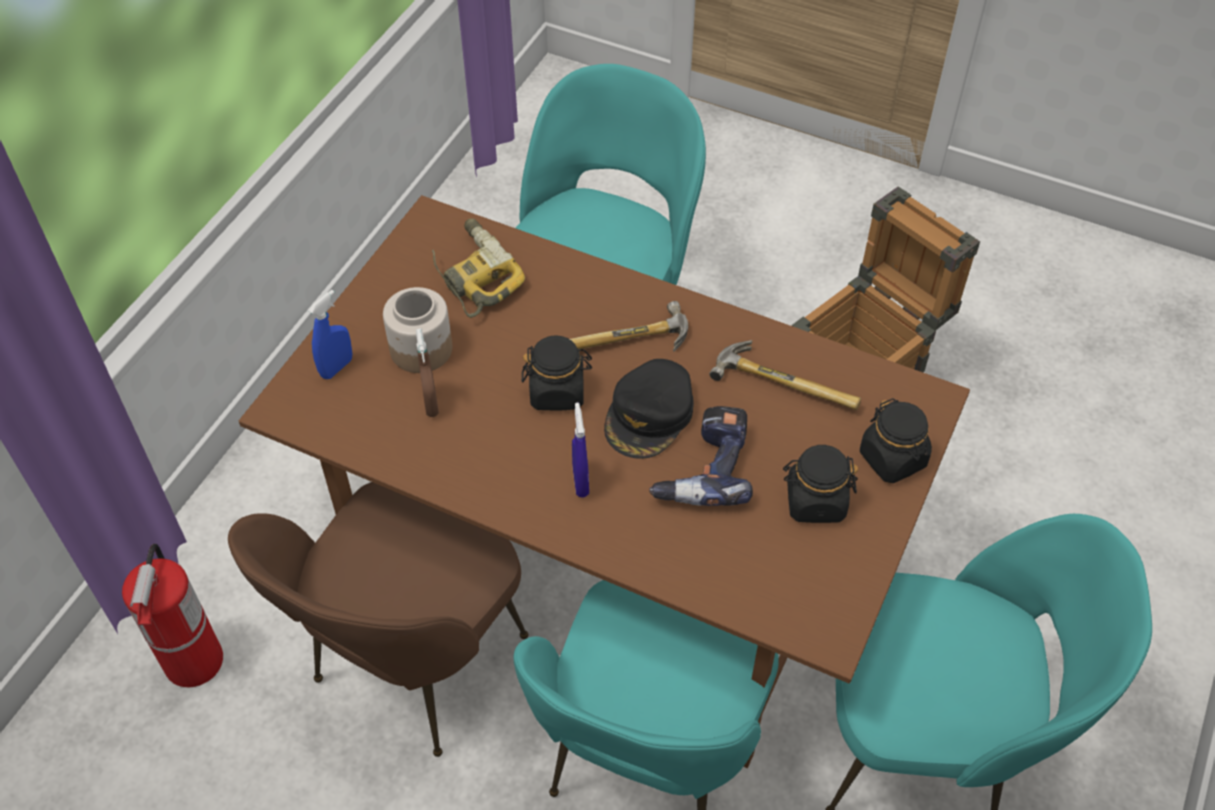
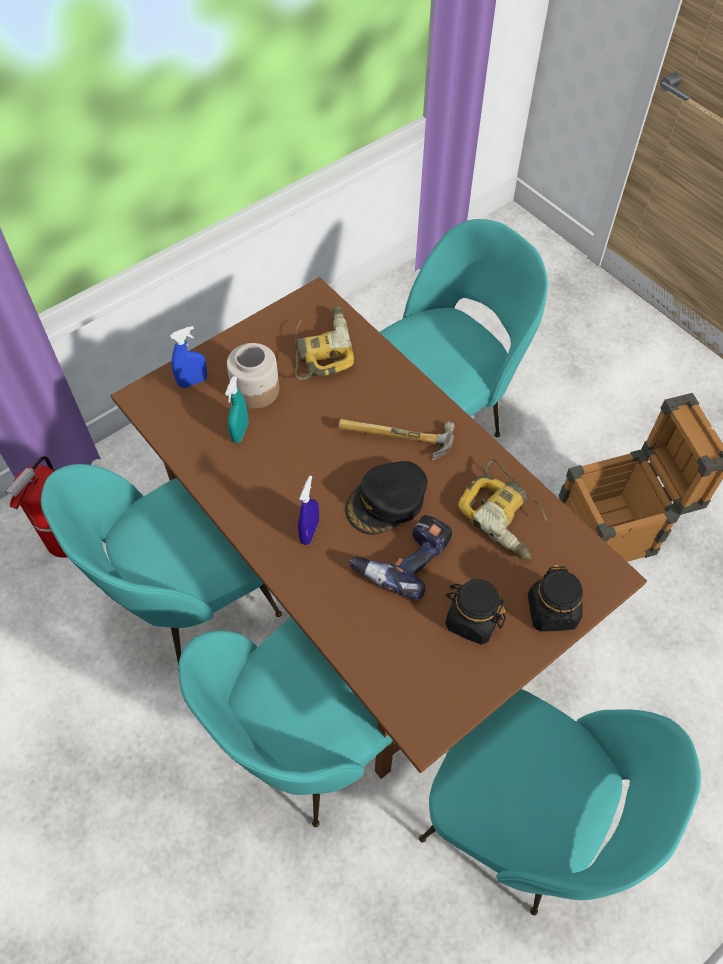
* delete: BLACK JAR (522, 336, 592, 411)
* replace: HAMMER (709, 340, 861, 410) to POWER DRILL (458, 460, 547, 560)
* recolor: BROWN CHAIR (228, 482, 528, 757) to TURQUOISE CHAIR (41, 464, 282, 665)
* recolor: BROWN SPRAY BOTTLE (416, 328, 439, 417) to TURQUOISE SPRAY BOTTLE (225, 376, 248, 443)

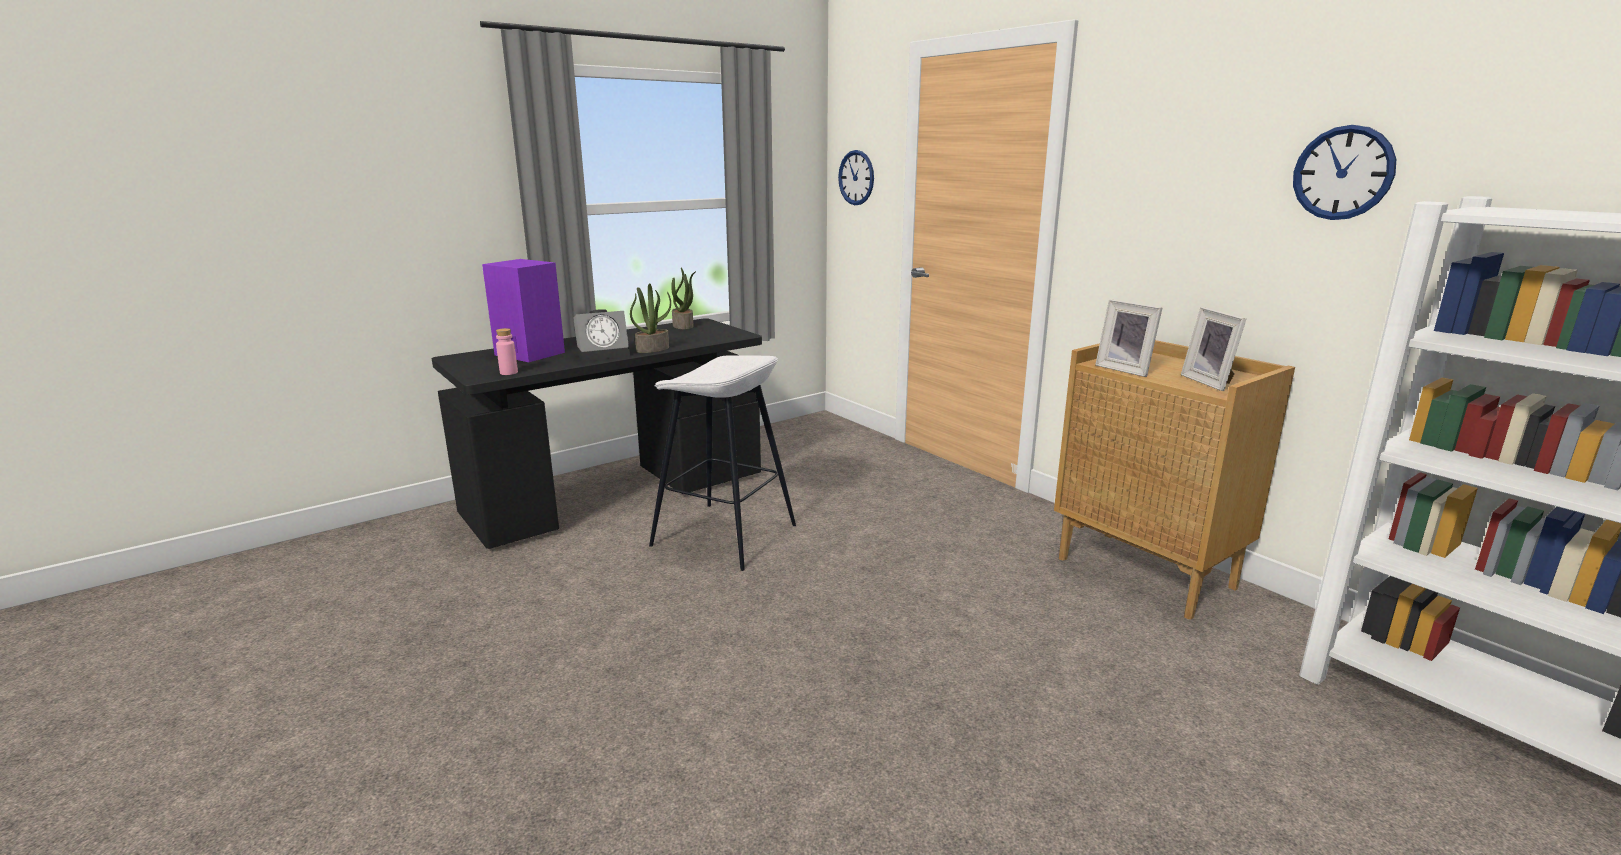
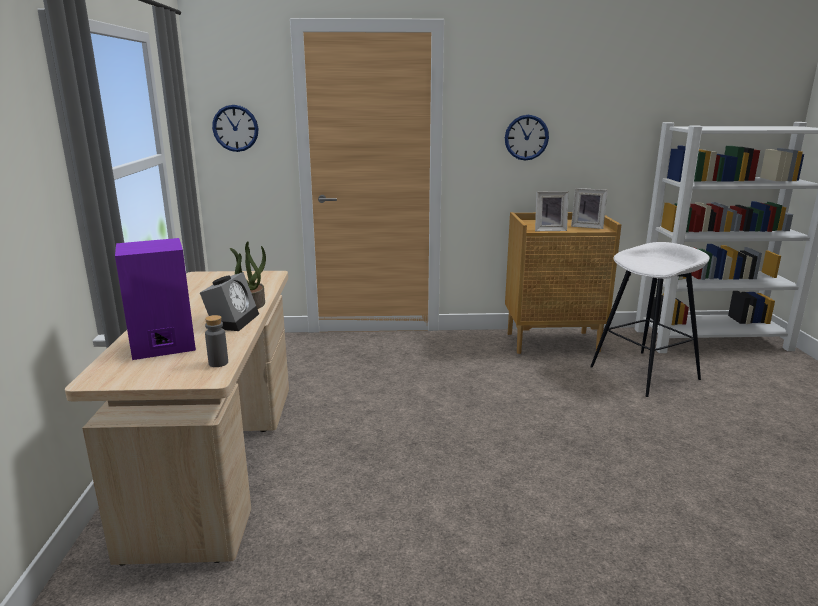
* delete: POTTED PLANT (671, 268, 696, 330)
* move: WHITE STOOL (649, 355, 796, 571) to (590, 242, 710, 397)
* move: WALL CLOCK (1293, 125, 1396, 220) to (505, 115, 549, 161)
* recolor: BLACK DESK (432, 318, 762, 549) to BEIGE DESK (65, 271, 289, 566)
* recolor: PINK BOTTLE (496, 328, 518, 375) to GREY BOTTLE (205, 315, 228, 367)

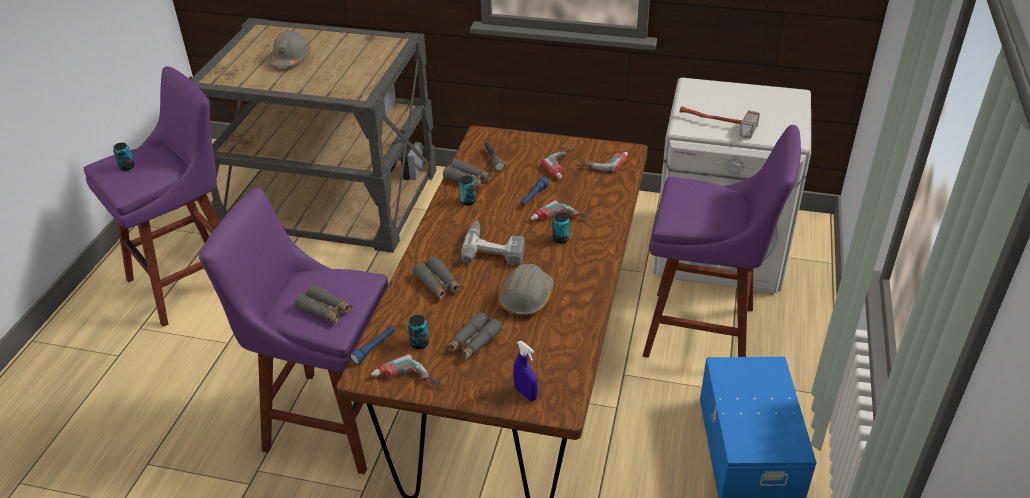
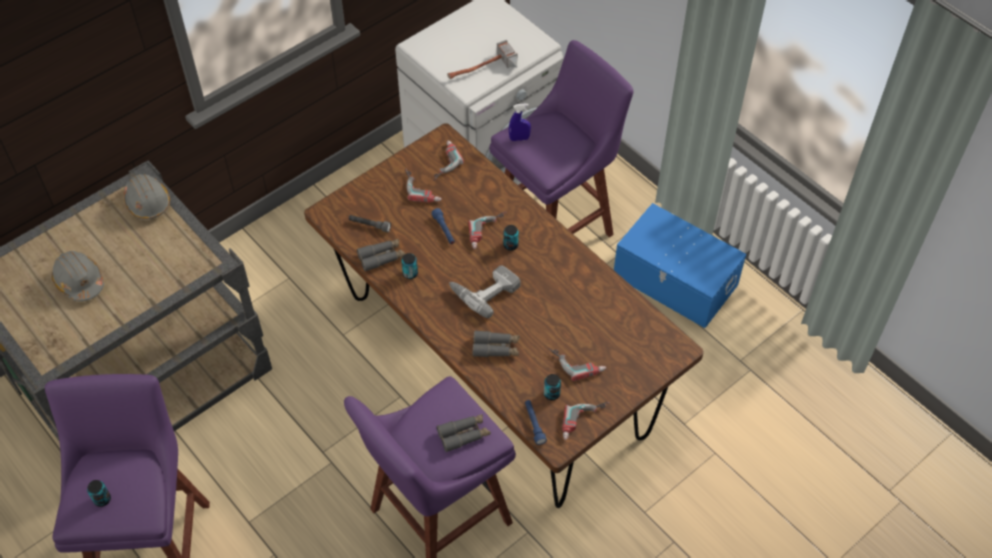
* move: GREY HARD HAT (498, 264, 554, 316) to (124, 174, 170, 220)
* move: BLUE SPRAY BOTTLE (514, 341, 538, 401) to (509, 103, 531, 141)
* replace: GREY BINOCULARS (446, 312, 503, 360) to POWER DRILL (549, 348, 606, 381)

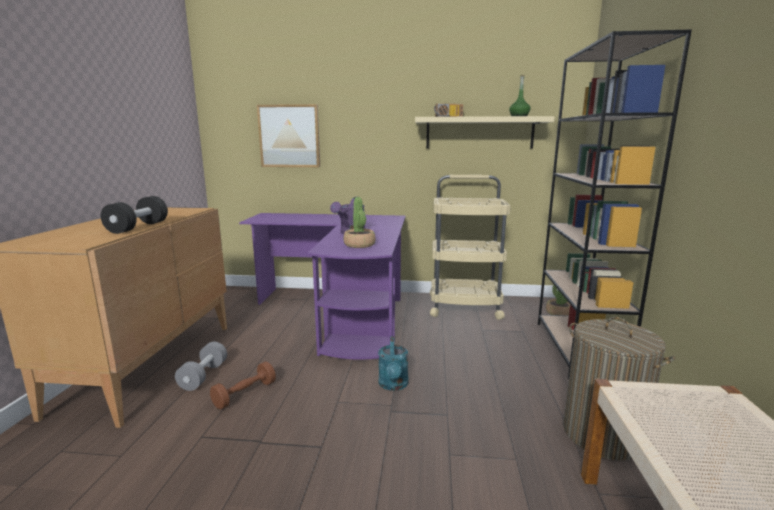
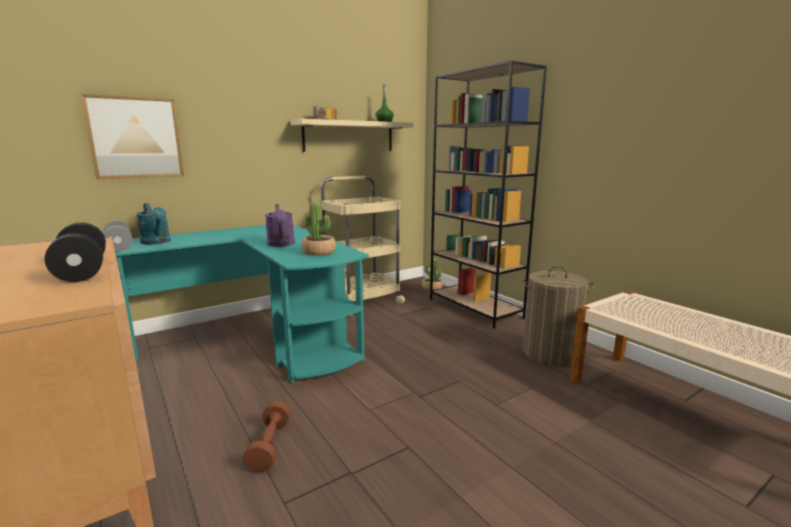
* move: GREY DUMBBELL (175, 342, 227, 391) to (103, 220, 132, 252)
* move: TURQUOISE WATERING CAN (378, 336, 408, 391) to (136, 203, 171, 244)
* recolor: PURPLE DESK (239, 213, 406, 360) to TURQUOISE DESK (115, 225, 369, 383)

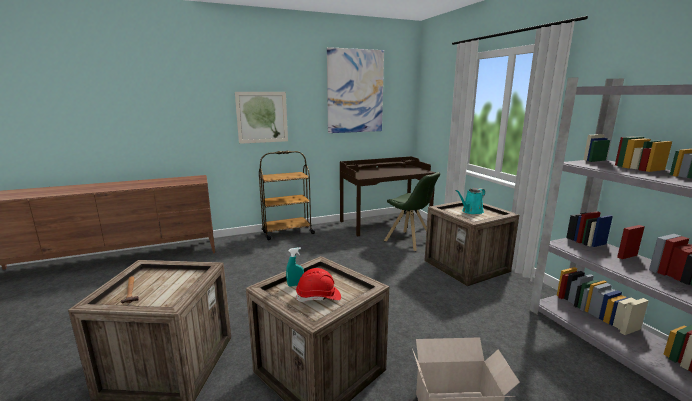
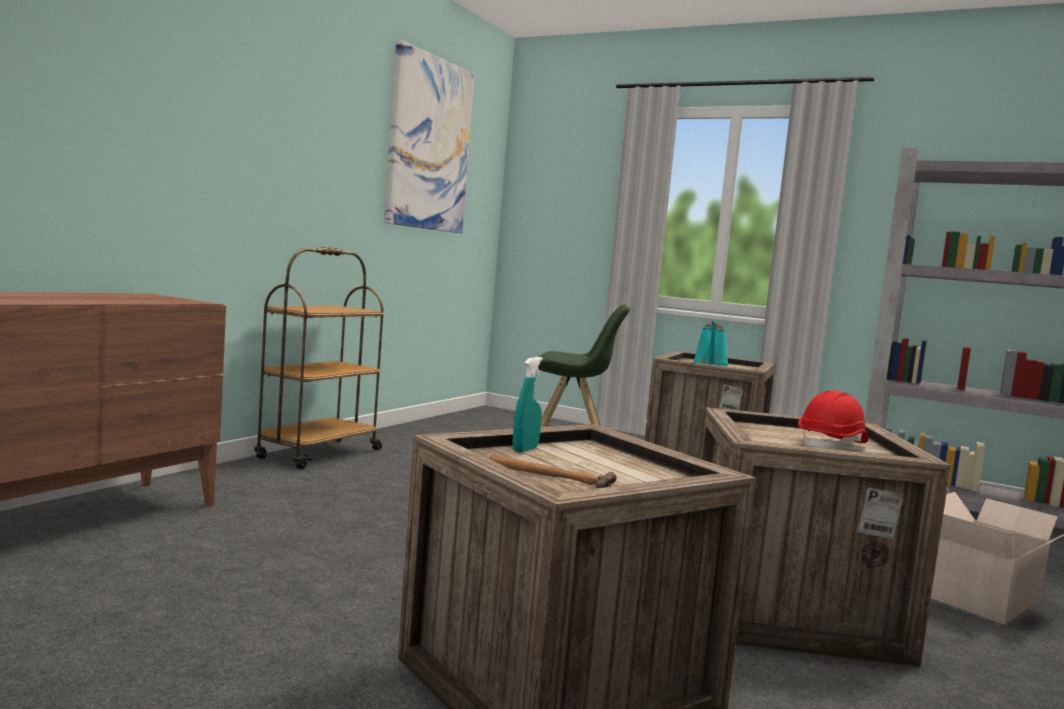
* delete: PICTURE (235, 92, 288, 144)
* delete: BROWN DESK (340, 156, 436, 237)
* move: TURQUOISE SPRAY BOTTLE (286, 247, 304, 287) to (513, 357, 543, 452)

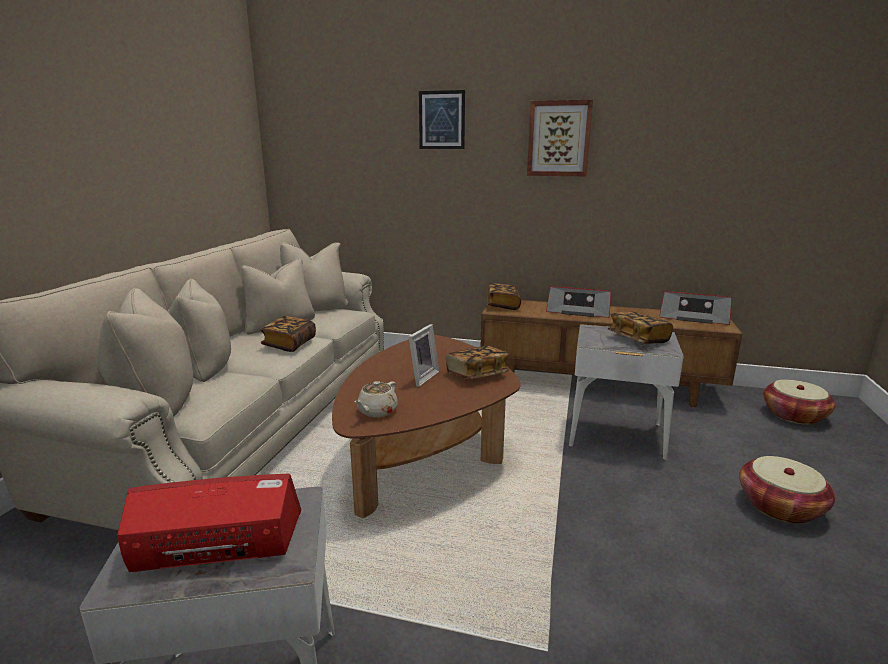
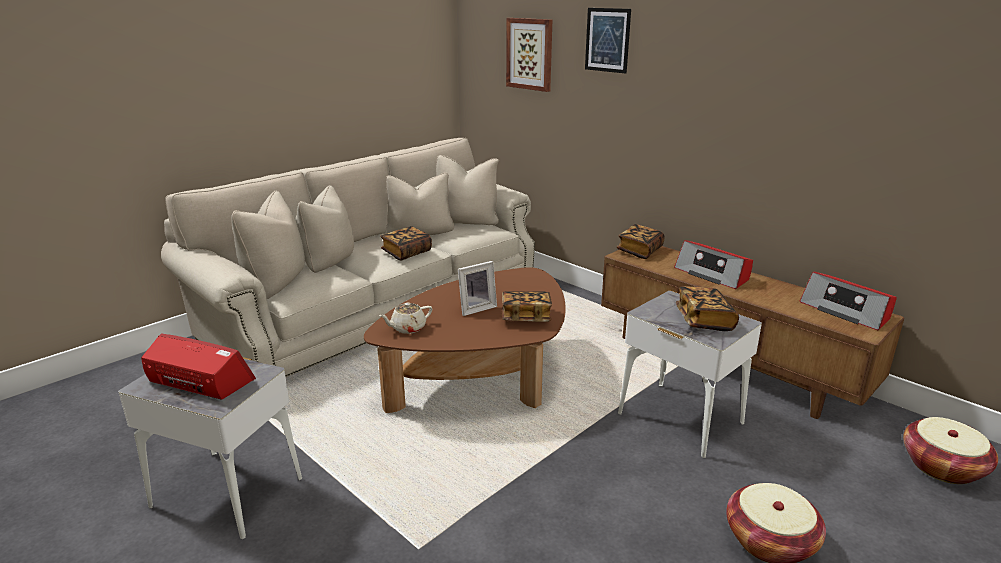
* move: PICTURE (527, 100, 593, 176) to (506, 18, 552, 92)

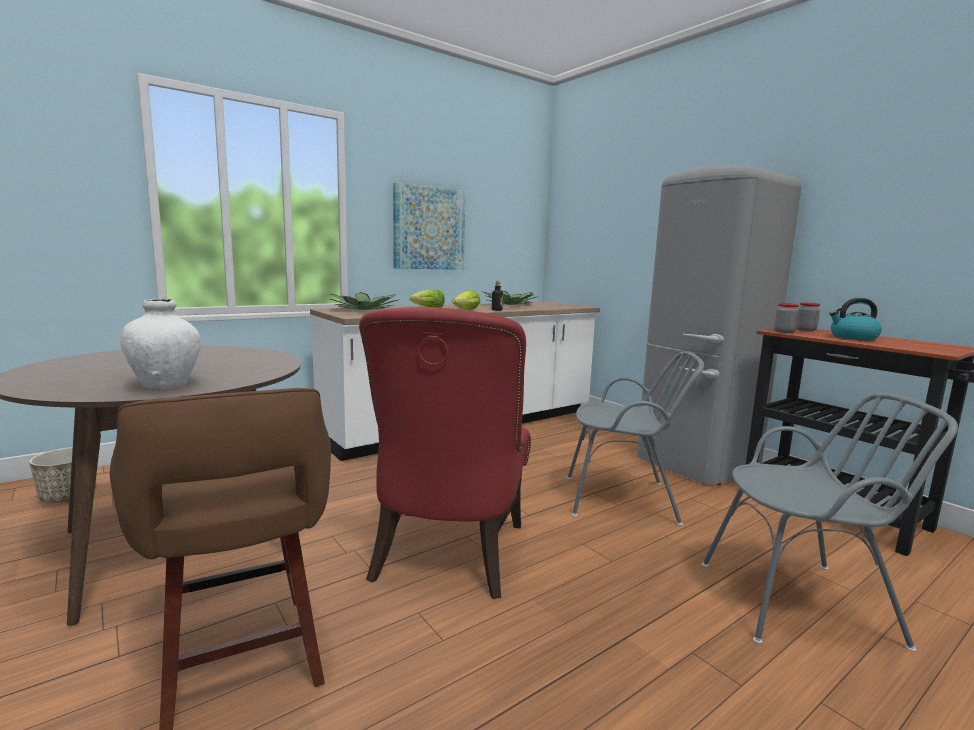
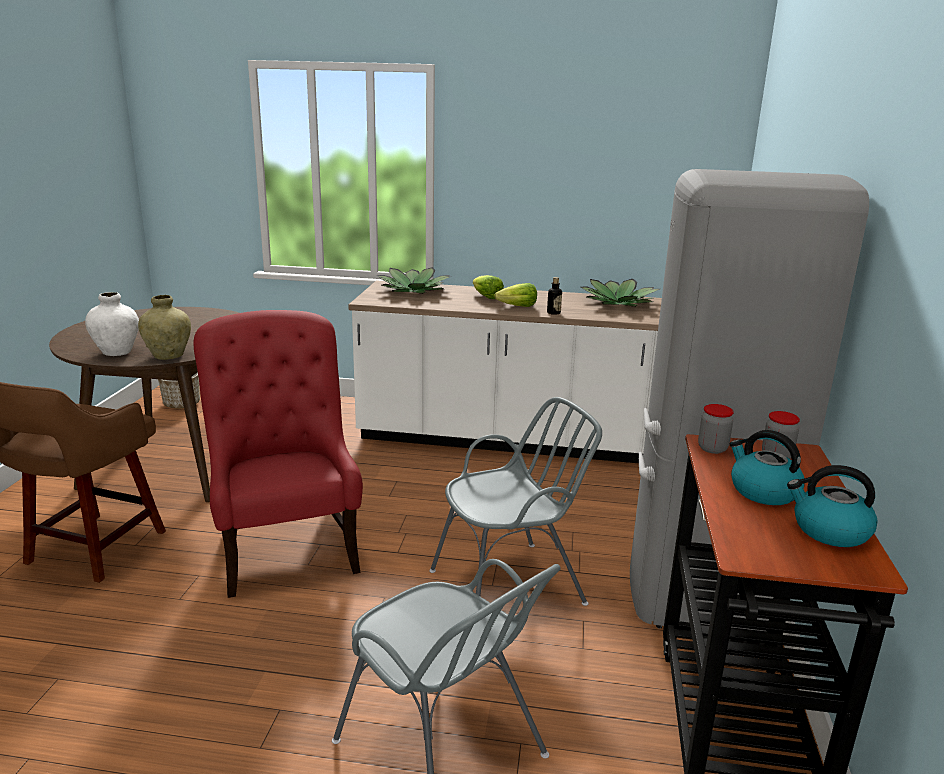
* delete: PICTURE (393, 182, 466, 270)
* insert: BEIGE VASE (138, 295, 191, 360)
* insert: KETTLE (787, 465, 878, 547)
* rotate: RED CHAIR (359, 307, 531, 599) = (194, 310, 363, 598) 105 degrees clockwise
* rotate: GREY CHAIR (567, 351, 704, 526) = (429, 397, 602, 606) 75 degrees counterclockwise

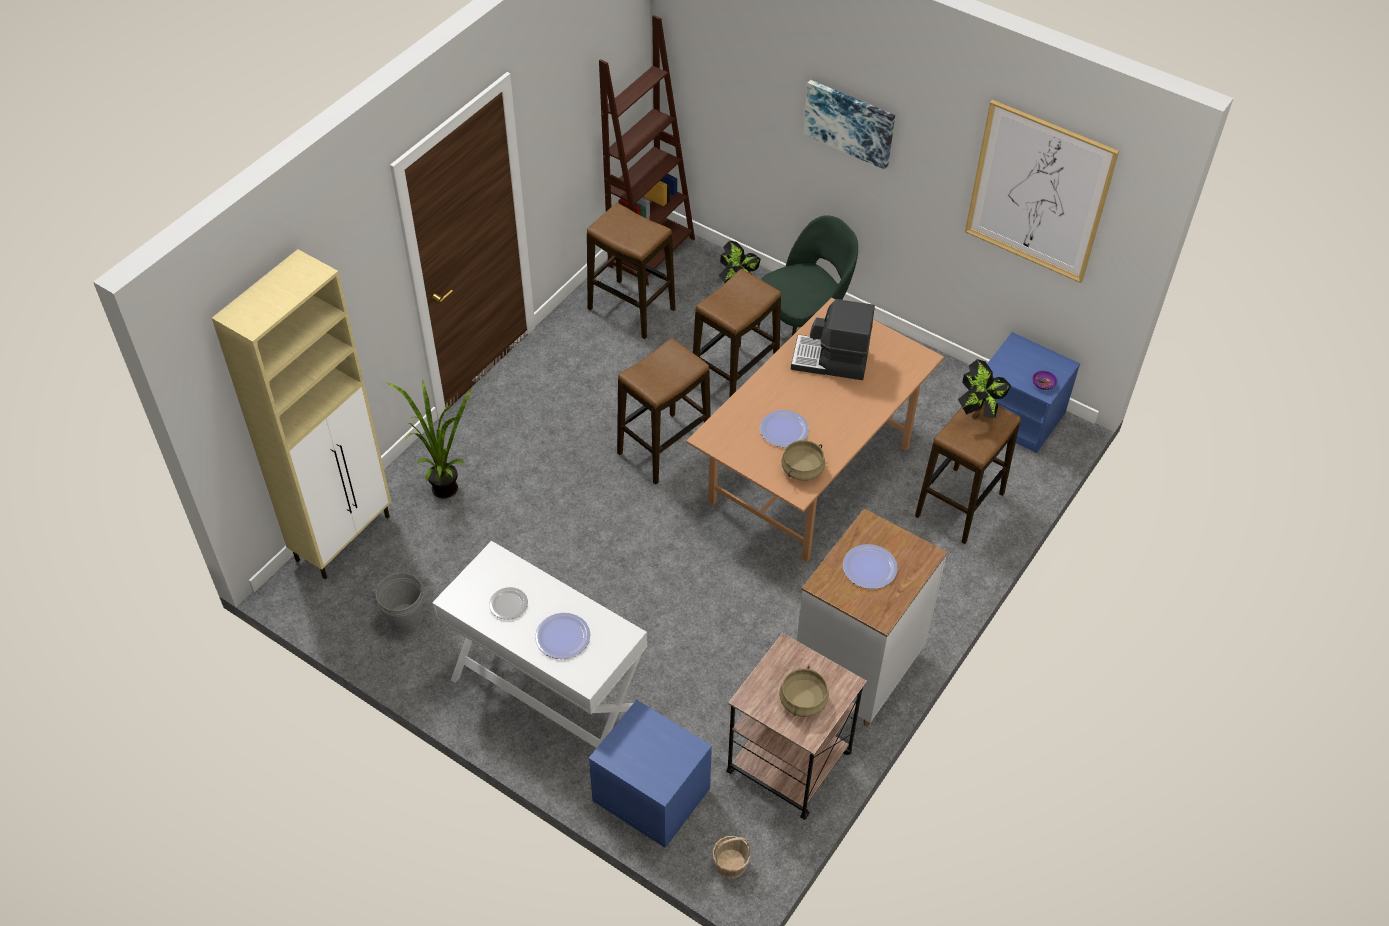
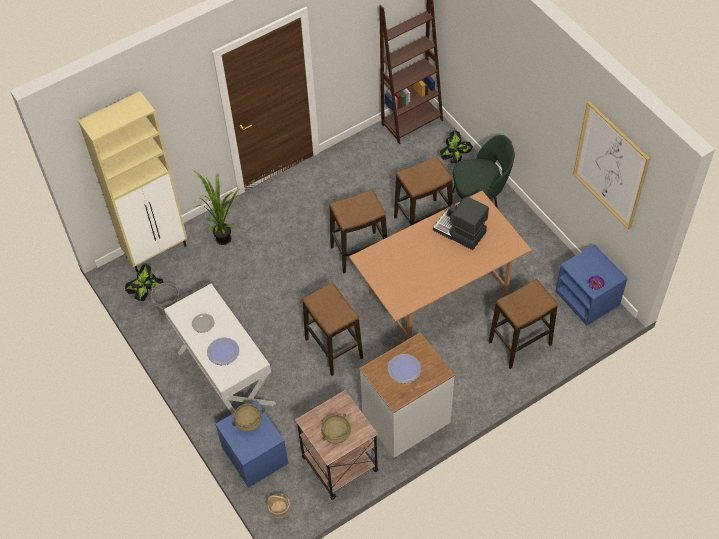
* delete: PLATE (760, 410, 809, 447)
* delete: PICTURE (803, 80, 895, 170)
* move: STOOL (587, 203, 676, 339) to (303, 283, 363, 376)
* move: BEIGE COOKING POT (781, 440, 825, 481) to (232, 404, 264, 432)
* move: POTTED PLANT (958, 359, 1011, 419) to (125, 264, 164, 301)

